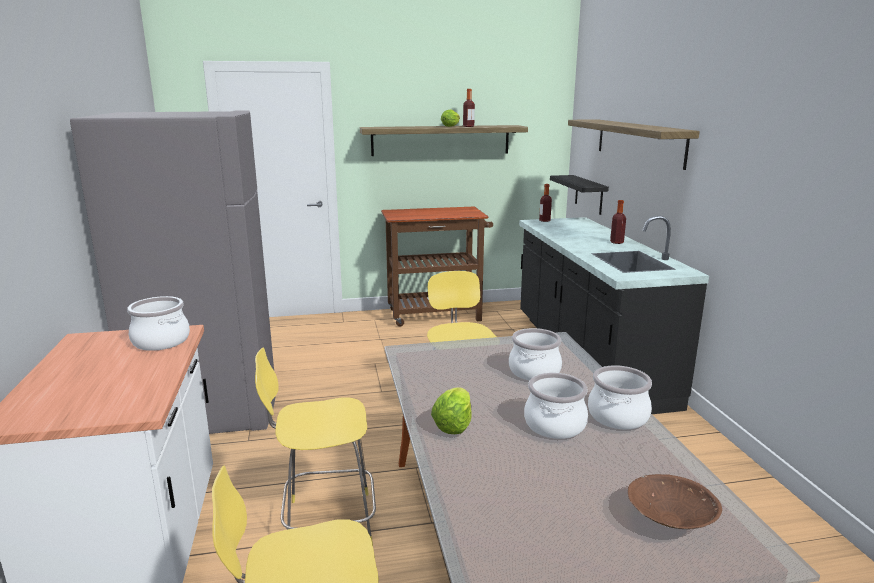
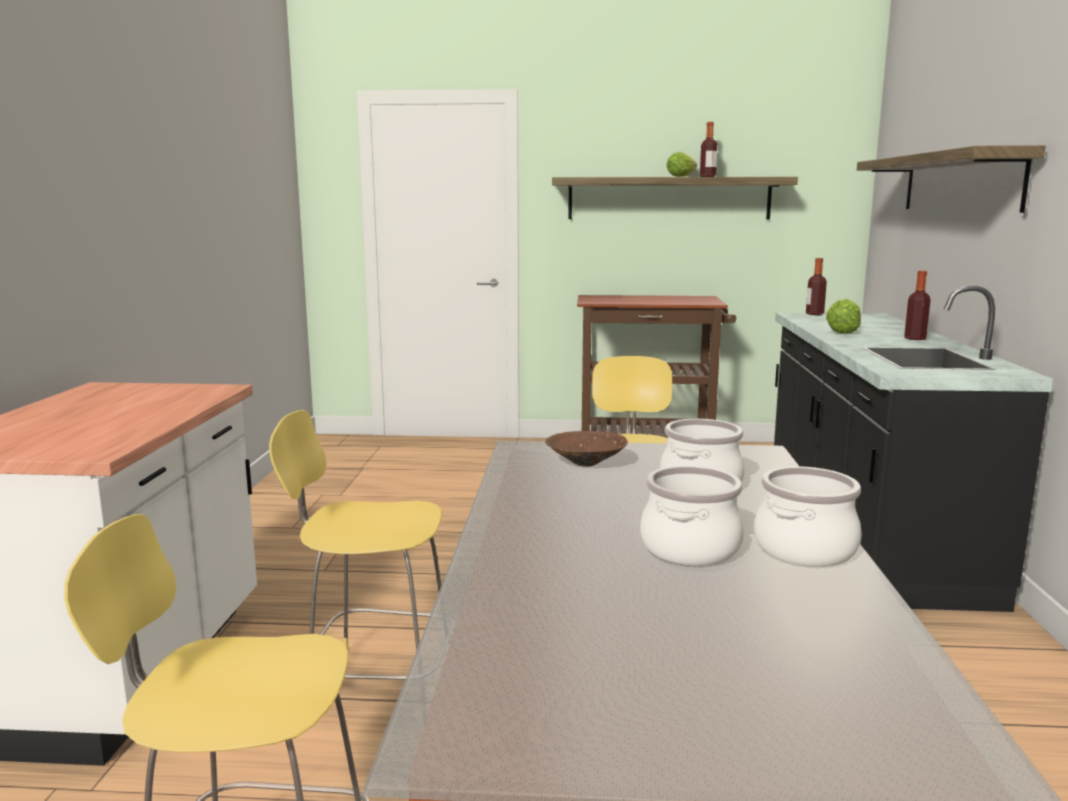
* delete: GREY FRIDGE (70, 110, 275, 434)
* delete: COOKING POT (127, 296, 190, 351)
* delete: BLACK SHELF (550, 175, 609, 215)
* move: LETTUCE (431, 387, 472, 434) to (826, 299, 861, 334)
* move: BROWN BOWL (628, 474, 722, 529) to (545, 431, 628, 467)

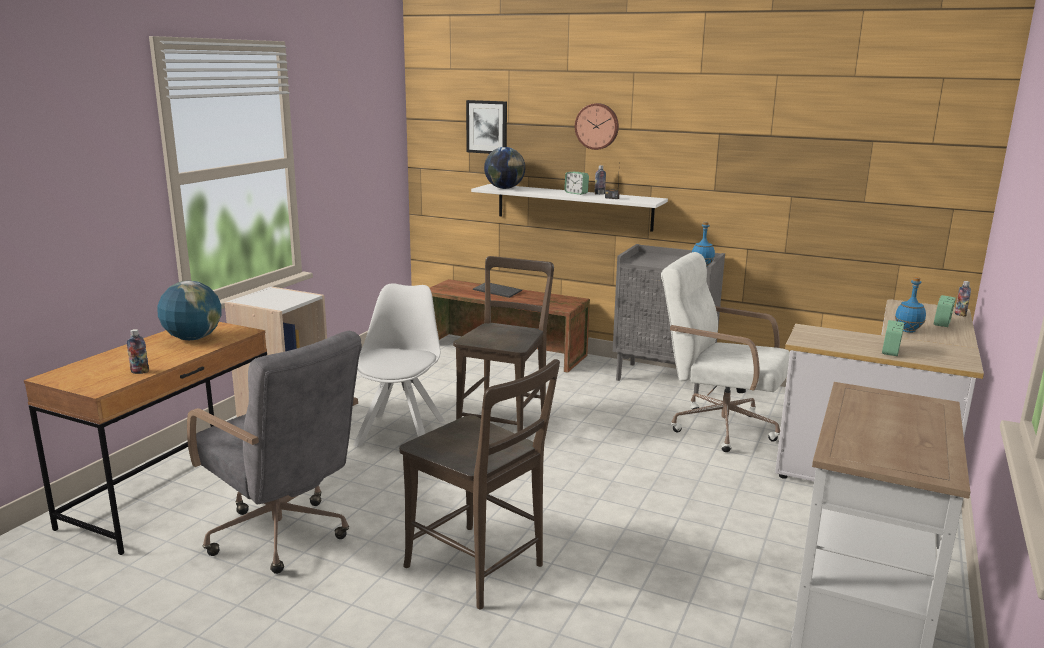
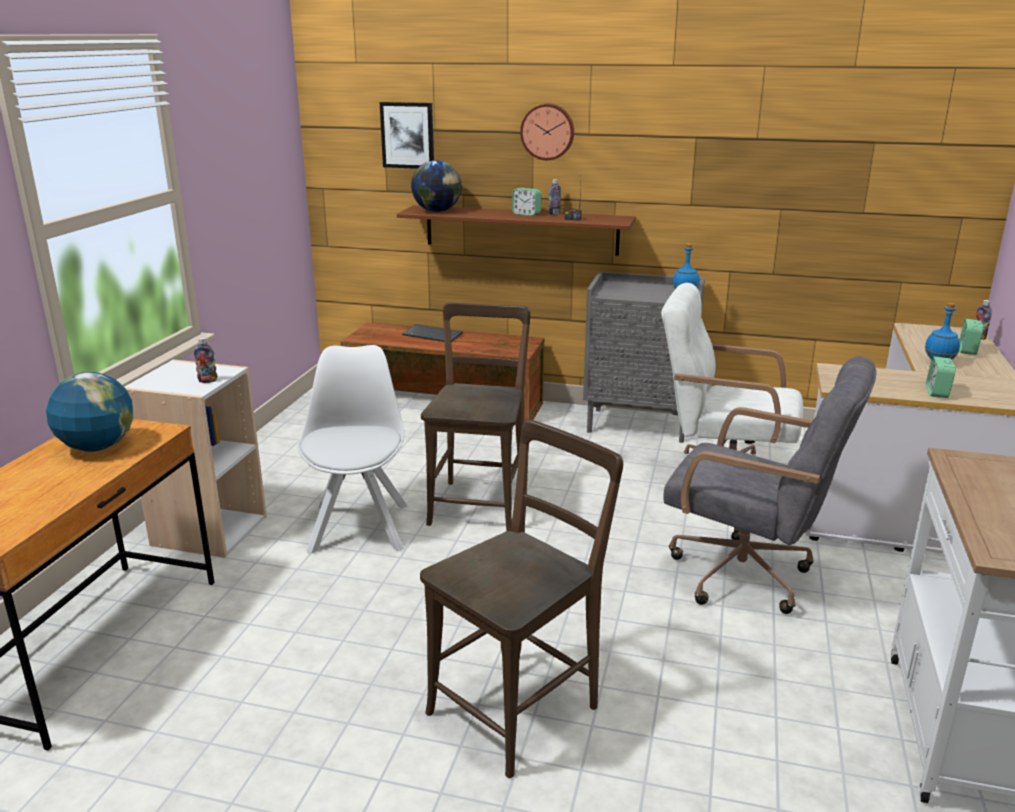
* move: BOTTLE (127, 329, 149, 374) to (194, 337, 217, 383)
* move: GREY OFFICE CHAIR (187, 331, 362, 574) to (663, 356, 877, 614)
* recolor: WHITE SHELF (471, 184, 668, 232) to BROWN SHELF (397, 205, 636, 256)
* rotate: BROWN CHAIR (399, 359, 560, 609) = (420, 420, 623, 778) 75 degrees counterclockwise

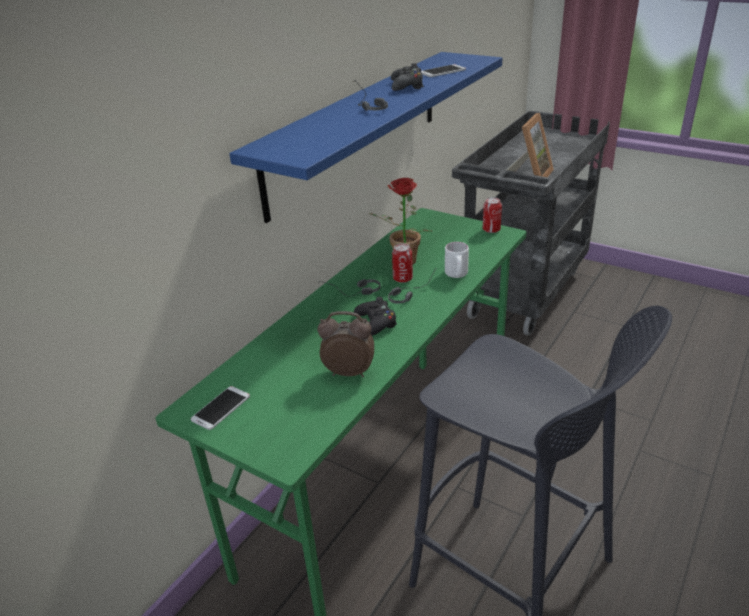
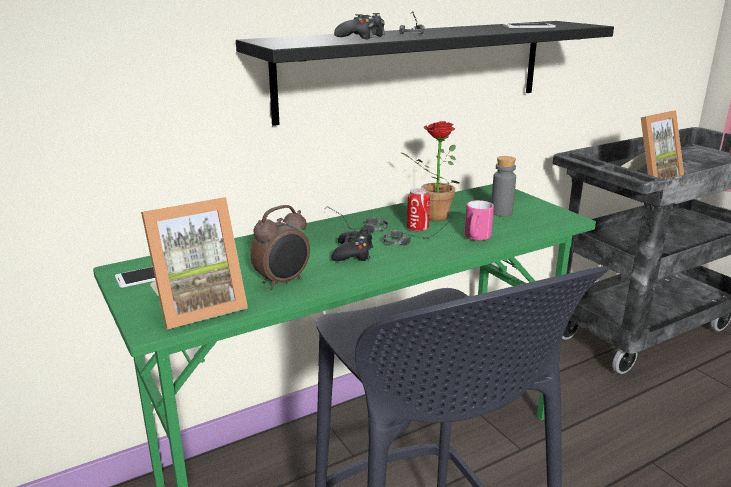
* delete: CAN (483, 197, 502, 233)
* insert: PICTURE FRAME (141, 197, 248, 329)
* insert: GREY BOTTLE (491, 156, 516, 217)
* move: BLACK GAME CONTROLLER (391, 63, 424, 91) to (334, 13, 385, 40)
* recolor: BLUE SHELF (229, 52, 503, 223) to BLACK SHELF (236, 21, 614, 126)
* recolor: WHITE MUG (445, 242, 469, 278) to PINK MUG (465, 200, 494, 241)
* rotate: ALARM CLOCK (317, 311, 374, 377) = (250, 205, 310, 290) 105 degrees clockwise

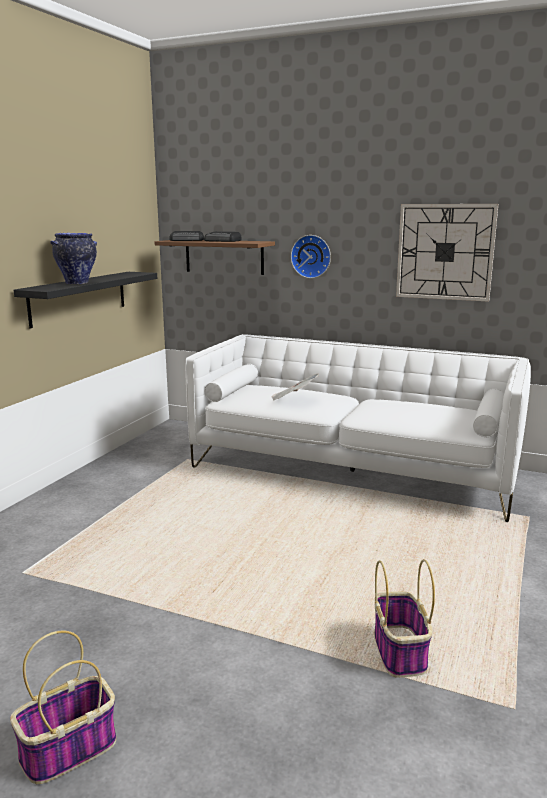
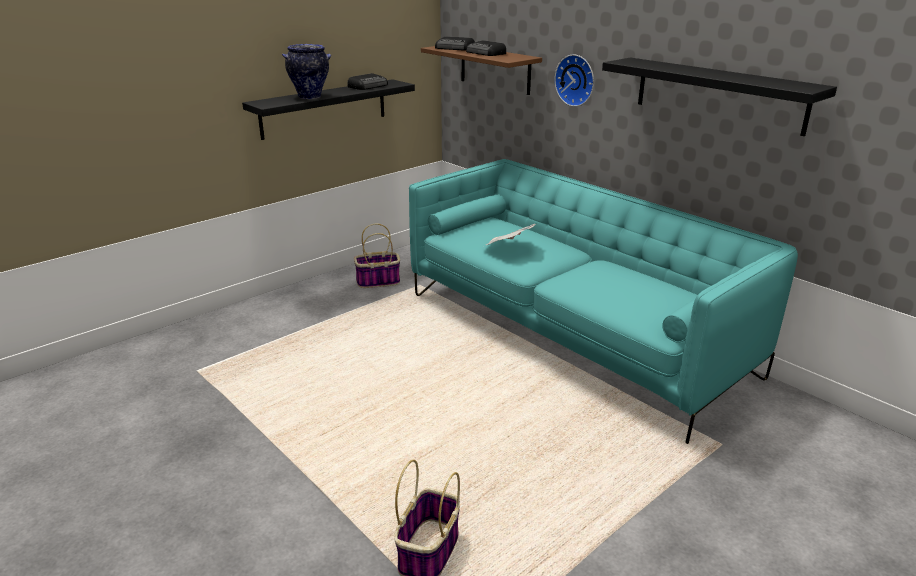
* insert: RADIO (347, 73, 388, 90)
* move: BASKET (10, 631, 116, 784) to (354, 223, 400, 288)
* replace: WALL CLOCK (396, 204, 498, 302) to BLACK SHELF (602, 57, 837, 136)
* recolor: WHITE SOFA (185, 334, 531, 522) to TURQUOISE SOFA (409, 159, 798, 444)

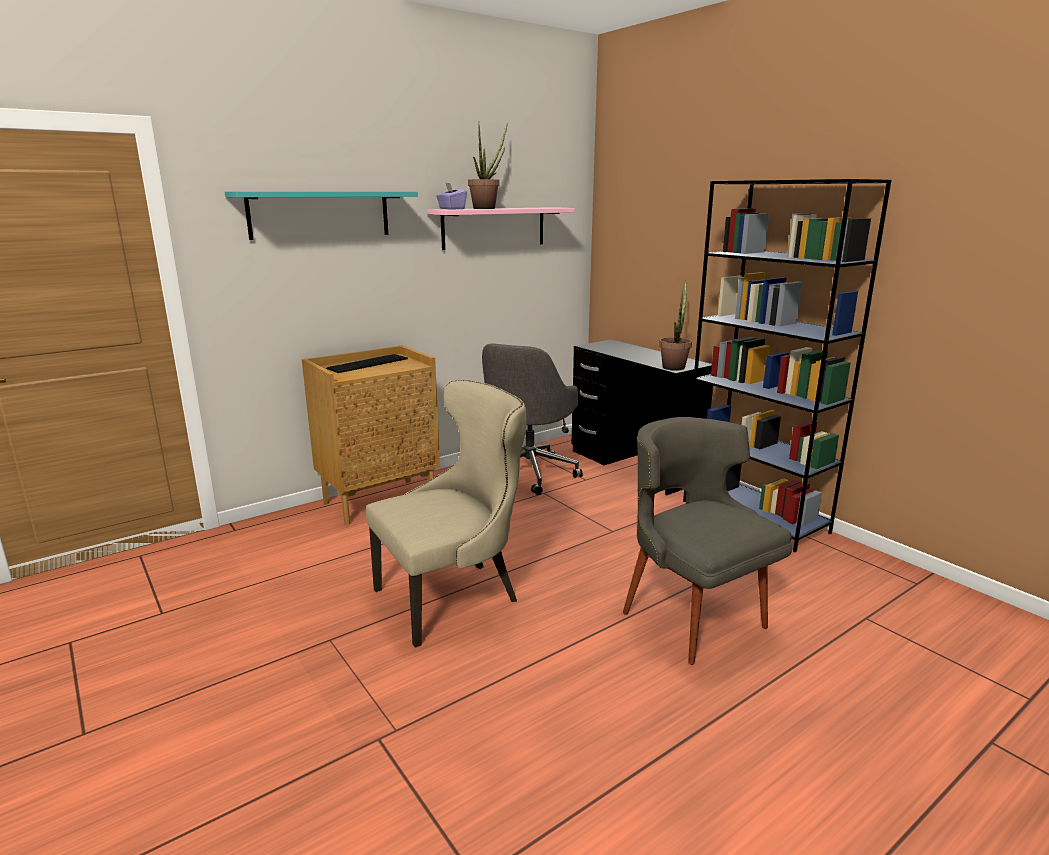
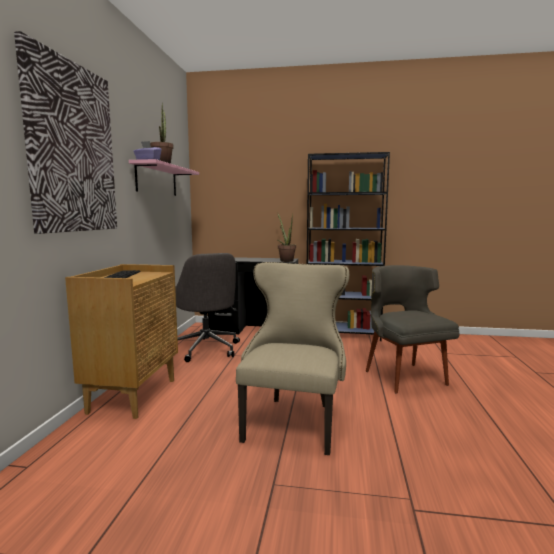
* replace: TURQUOISE SHELF (225, 191, 418, 240) to PICTURE (14, 31, 117, 234)
* rotate: GREY CHAIR (623, 417, 792, 665) = (366, 265, 460, 394) 60 degrees clockwise

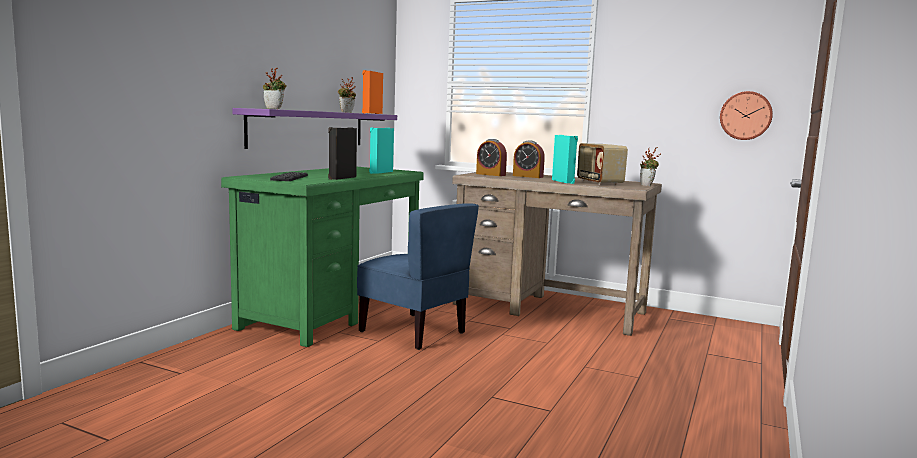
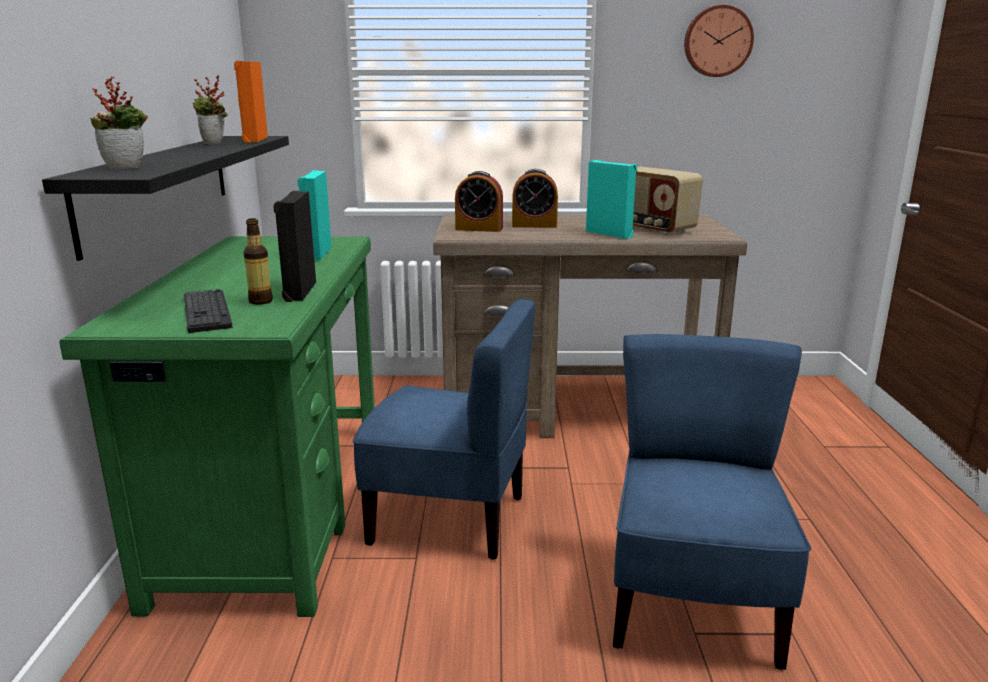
* delete: POTTED PLANT (640, 147, 661, 186)
* insert: BOTTLE (244, 218, 273, 305)
* insert: BLUE CHAIR (613, 334, 811, 670)
* move: WALL CLOCK (720, 91, 773, 140) to (684, 5, 754, 77)
* recolor: PURPLE SHELF (232, 108, 397, 149) to BLACK SHELF (42, 136, 289, 261)

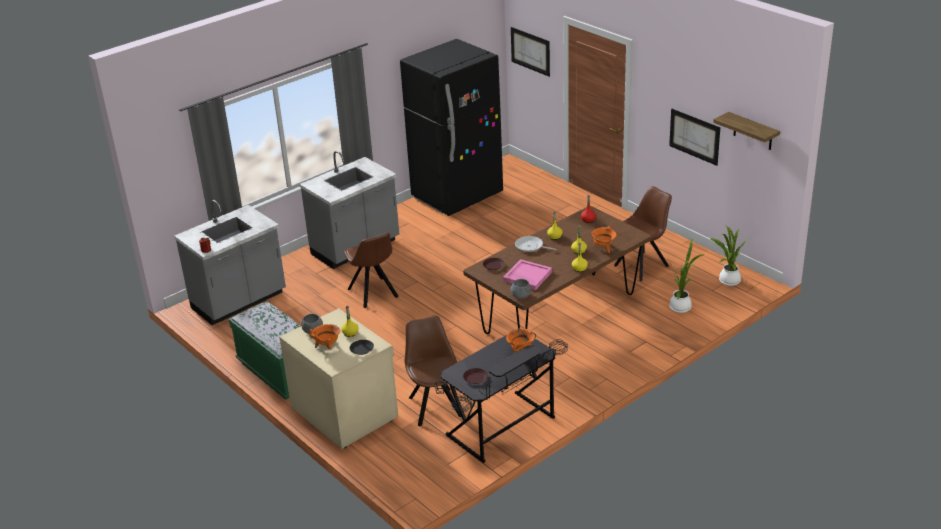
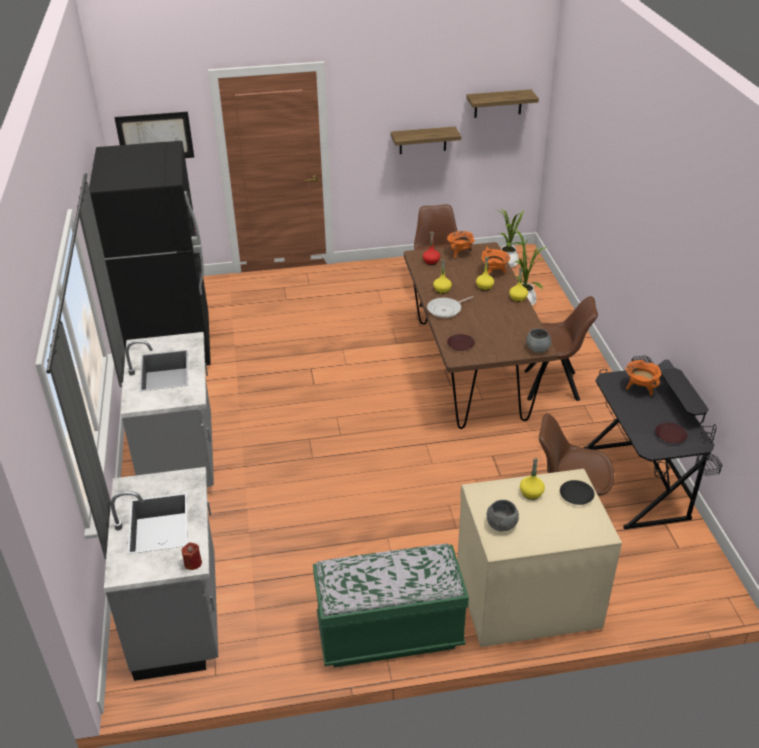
* delete: PINK TRAY (503, 259, 552, 290)
* move: ORANGE COOKING POT (309, 324, 341, 349) to (447, 231, 475, 260)
* move: BROWN CHAIR (344, 232, 399, 308) to (524, 296, 598, 401)
* replace: PICTURE (669, 109, 720, 166) to SHELF (391, 127, 461, 154)

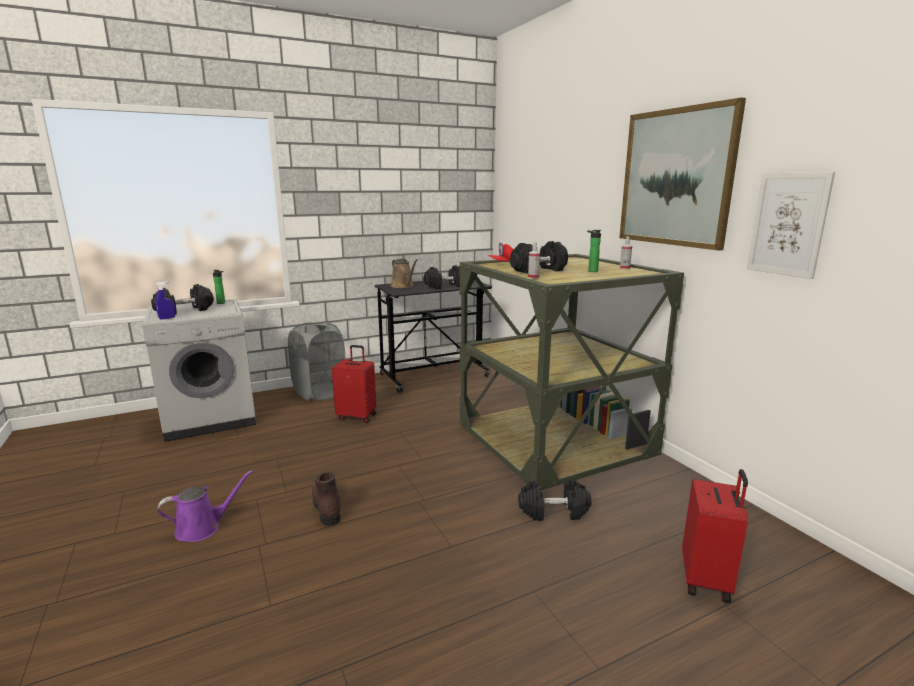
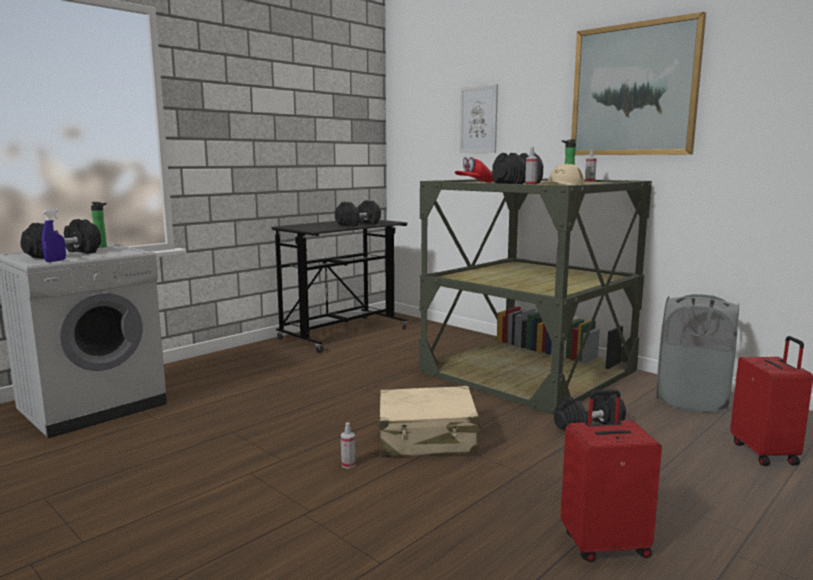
* delete: PURPLE WATERING CAN (157, 470, 253, 542)
* delete: BROWN WATERING CAN (390, 259, 418, 288)
* insert: BEIGE SUITCASE (378, 386, 483, 457)
* insert: BEIGE CAP (541, 163, 584, 185)
* move: GREY LAUNDRY BASKET (288, 323, 346, 401) to (656, 294, 739, 413)
* move: RED SUITCASE (332, 345, 377, 423) to (560, 389, 662, 562)
* move: PICTURE (747, 172, 835, 279) to (459, 84, 498, 153)
* replace: BROWN BOOT (312, 472, 341, 526) to SPRAY BOTTLE (341, 422, 355, 468)

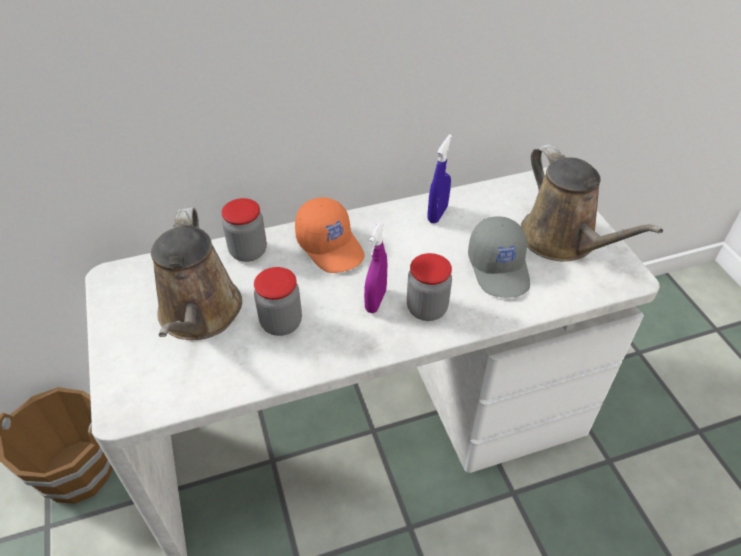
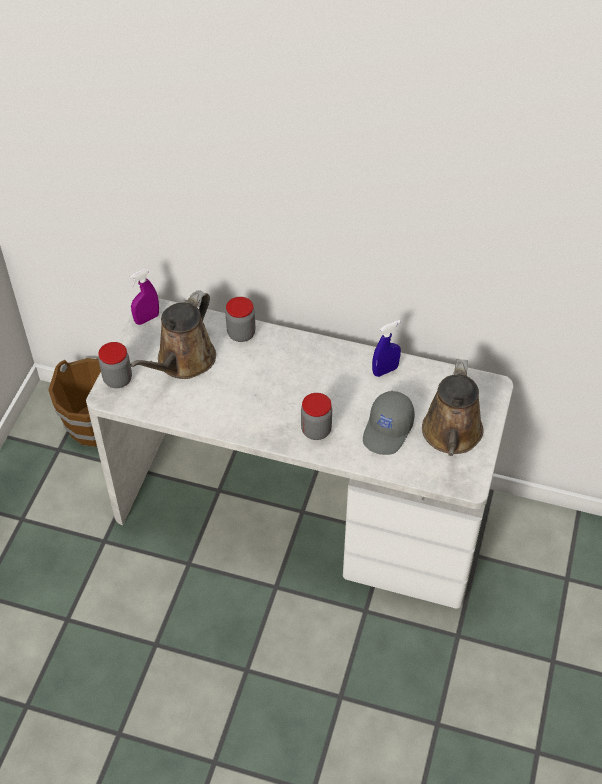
* delete: ORANGE CAP (295, 197, 365, 273)
* move: JAR (254, 267, 302, 336) to (98, 342, 132, 388)
* move: PURPLE SPRAY BOTTLE (364, 222, 387, 313) to (129, 269, 159, 325)

